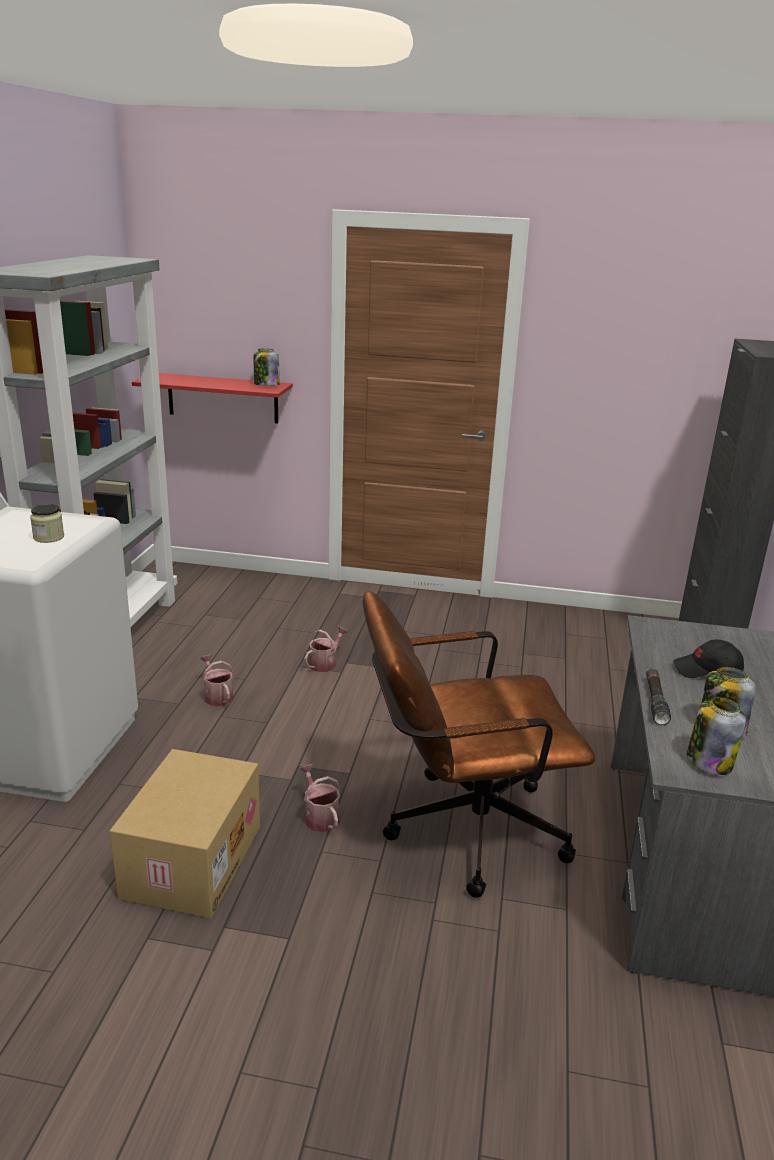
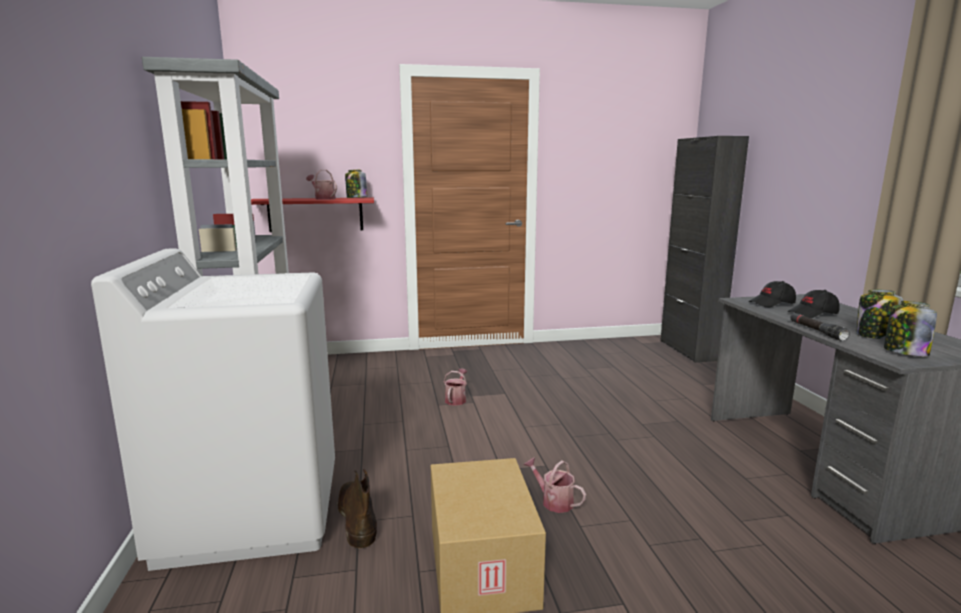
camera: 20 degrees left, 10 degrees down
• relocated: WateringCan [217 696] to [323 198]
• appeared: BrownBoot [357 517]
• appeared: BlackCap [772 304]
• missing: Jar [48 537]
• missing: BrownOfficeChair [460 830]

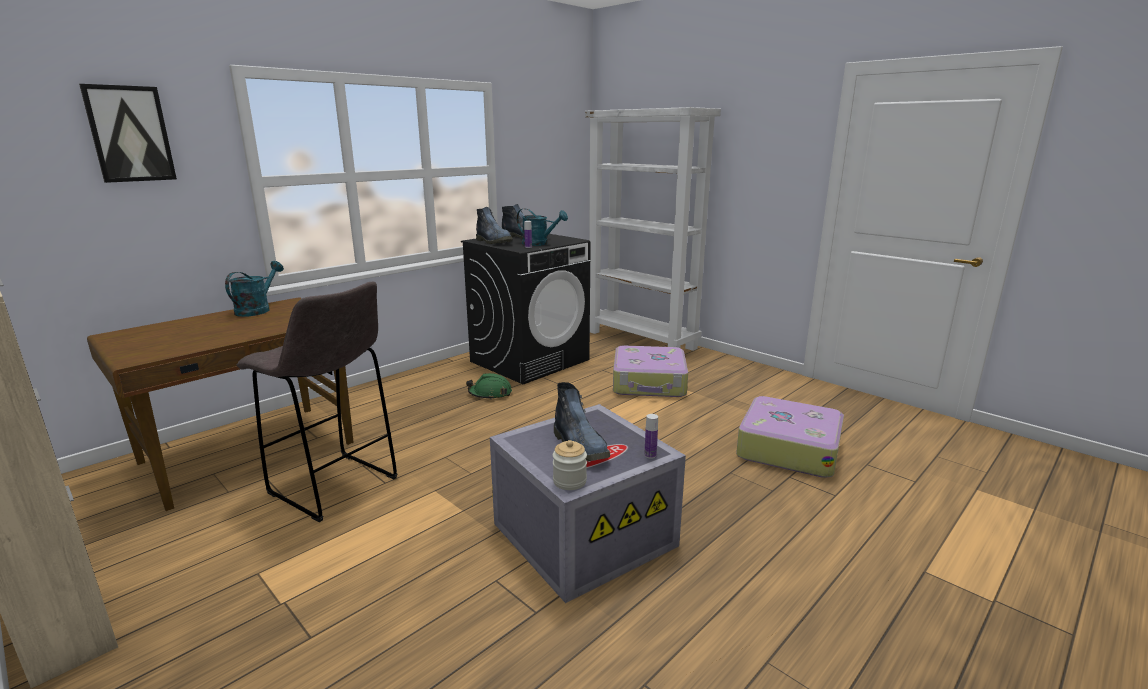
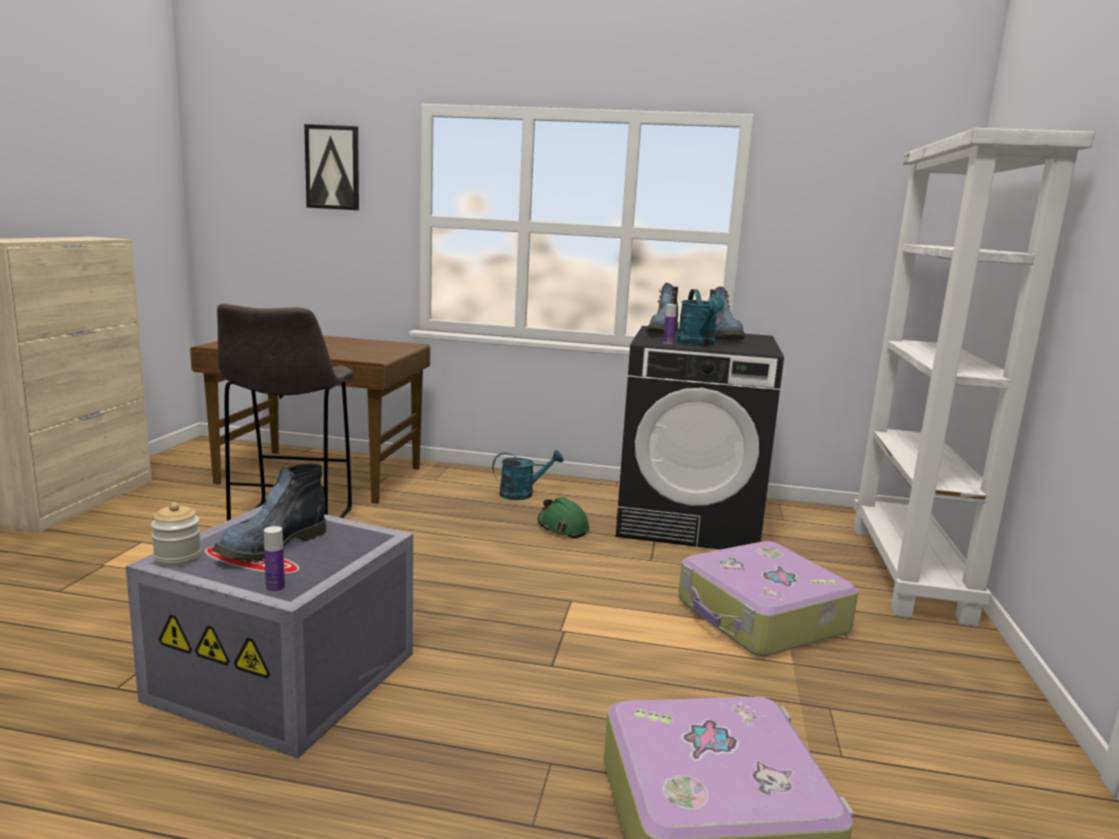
camera: 55 degrees right, 5 degrees down
• relocated: TurquoiseWateringCan [257 309] to [523 494]

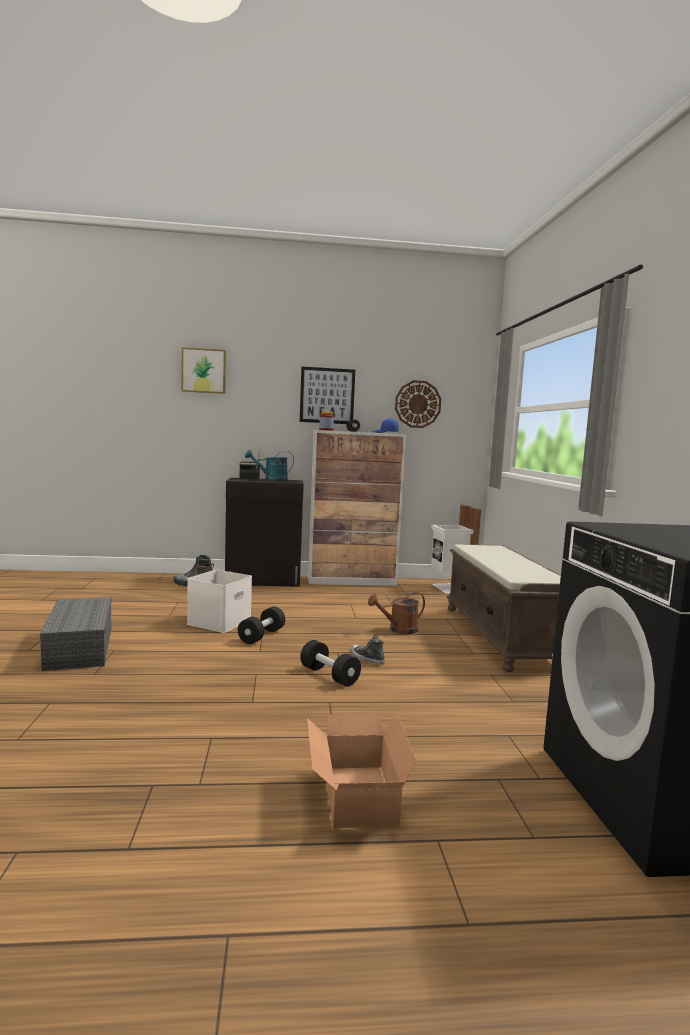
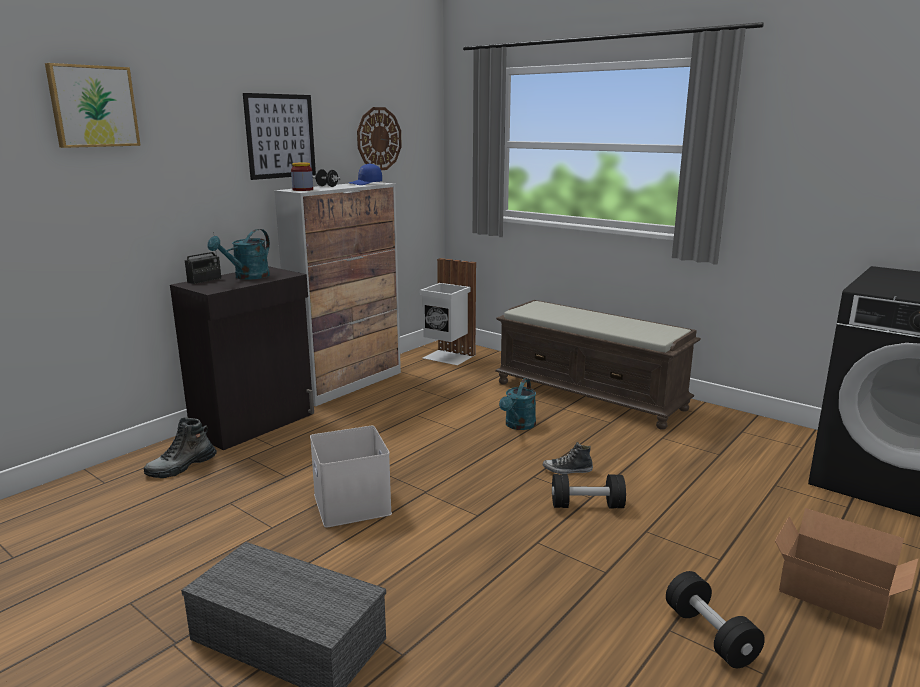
camera: 45 degrees left, 10 degrees up
• colour: BrownWateringCan [398 630] to TurquoiseWateringCan [518 426]
• relocated: BlackDumbbell [262 636] to [710 635]

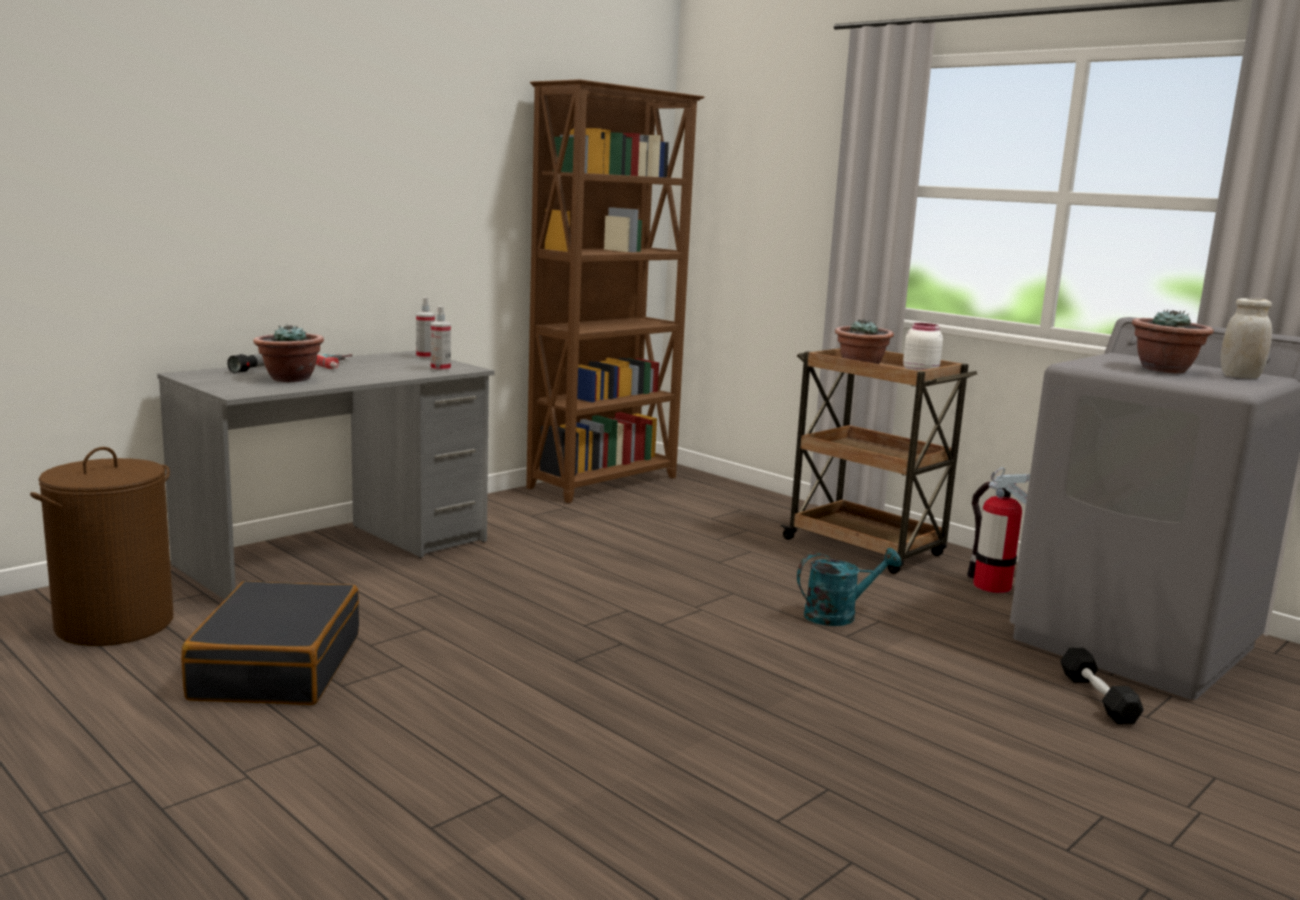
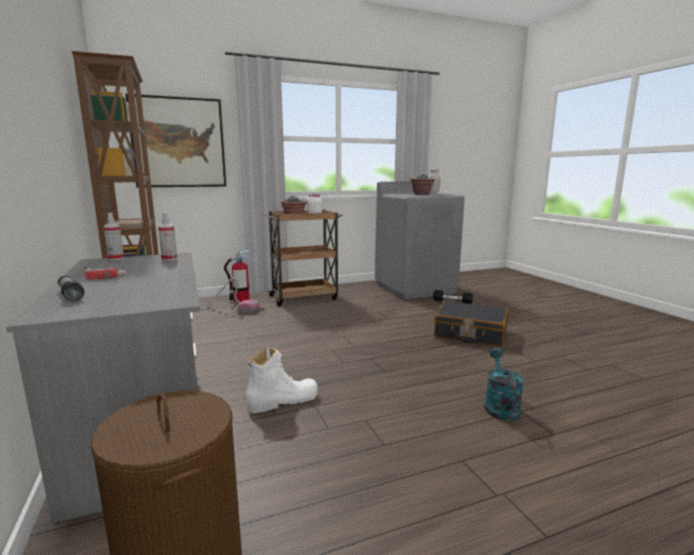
camera: 65 degrees left, 0 degrees up
• appeared: Picture [178 143]
• appeared: VacuumCleaner [230 309]
• relocated: FireExtinguisher [991 585] to [241 300]
• appeared: WhiteBoot [283 401]
• relocated: BlackSuitcase [276 666] to [470 333]
• relocated: TurquoiseWateringCan [838 615] to [500 406]
• missing: PottedPlant [290 379]

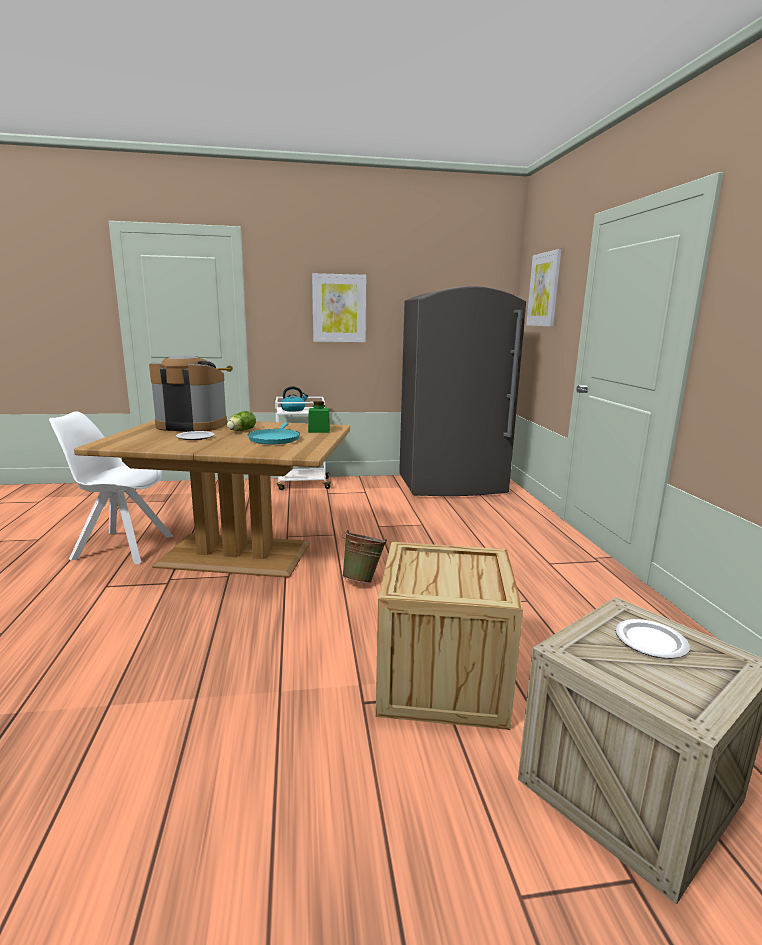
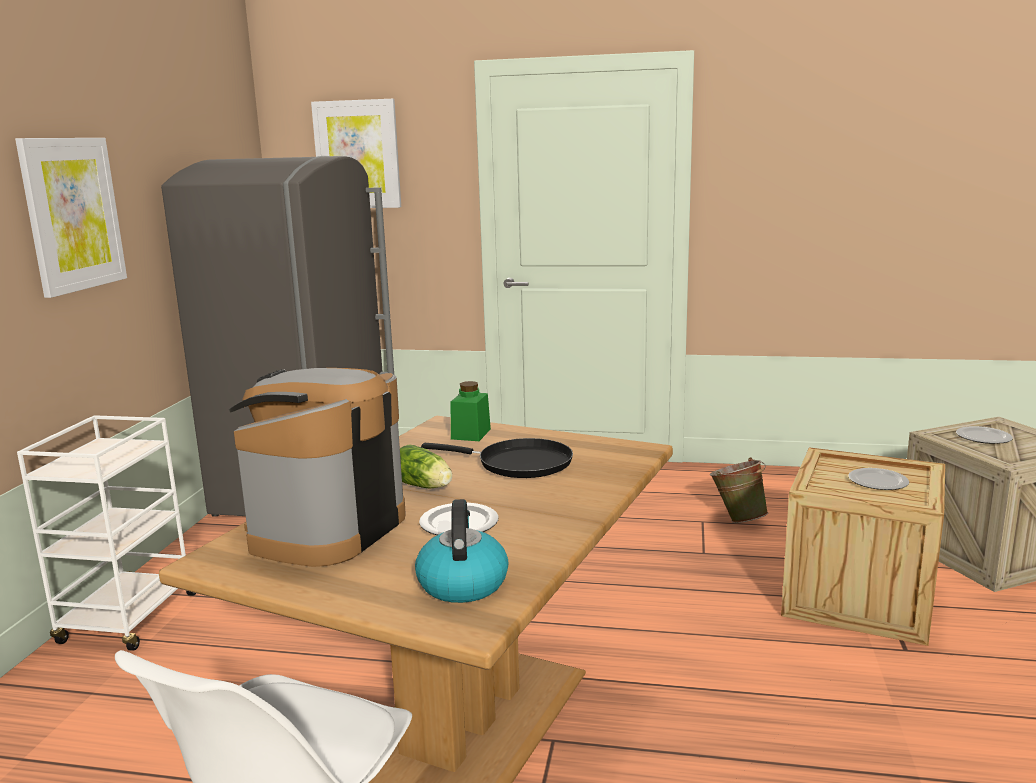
camera: 70 degrees left, 0 degrees up
• relocated: Kettle [293 409] to [462 583]
• colour: TurquoiseFryingPan [275 439] to BlackFryingPan [518 463]
• relocated: GreenBucket [363 579] to [737 519]
• appeared: Plate [877 481]

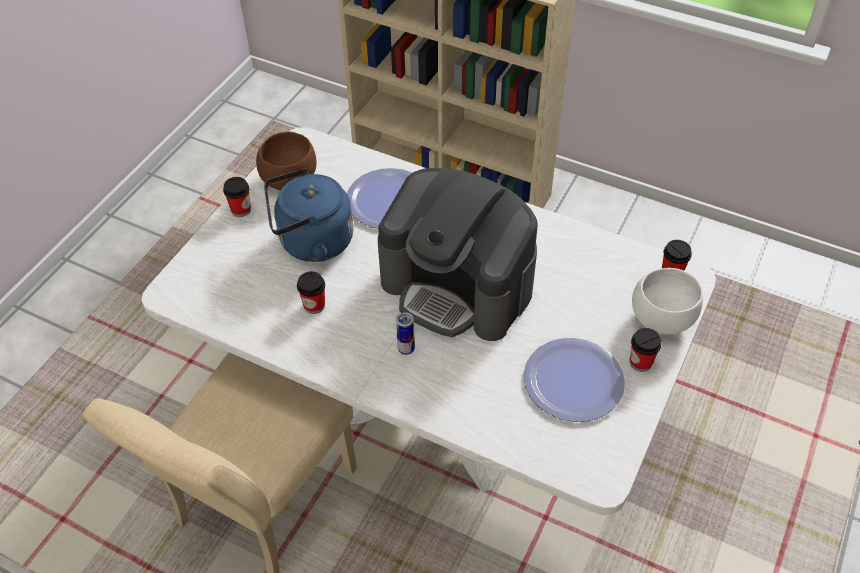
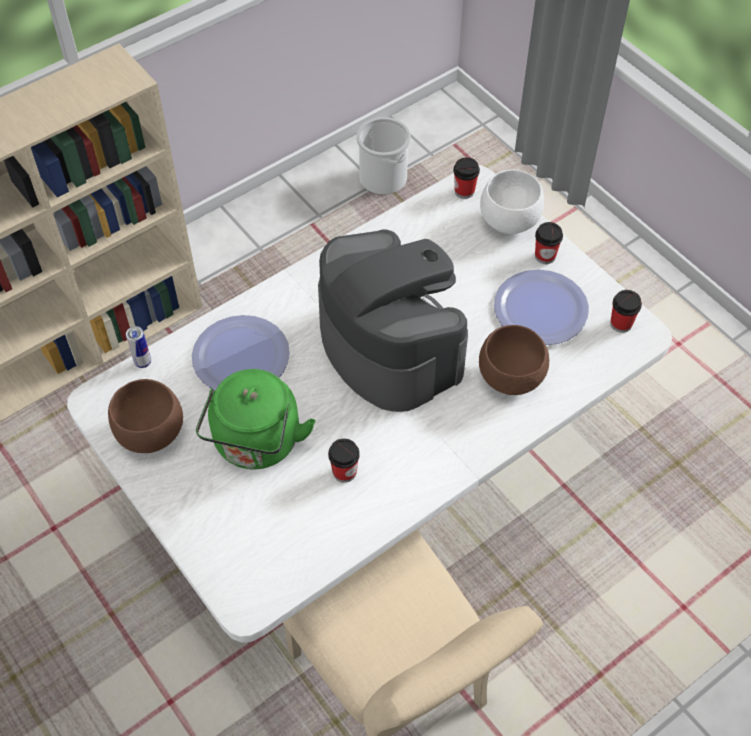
camera: 65 degrees left, 5 degrees up
• relocated: Can [406 349] to [143 362]
• colour: BlueKettle [311 242] to GreenKettle [256 445]
• spun: CoffeeMachine [458 286] = [389 345] 90 degrees counterclockwise
• appeared: Bucket [382 178]
• appeared: BrownBowl [512 378]
• relocated: Cup [241 210] to [621 324]

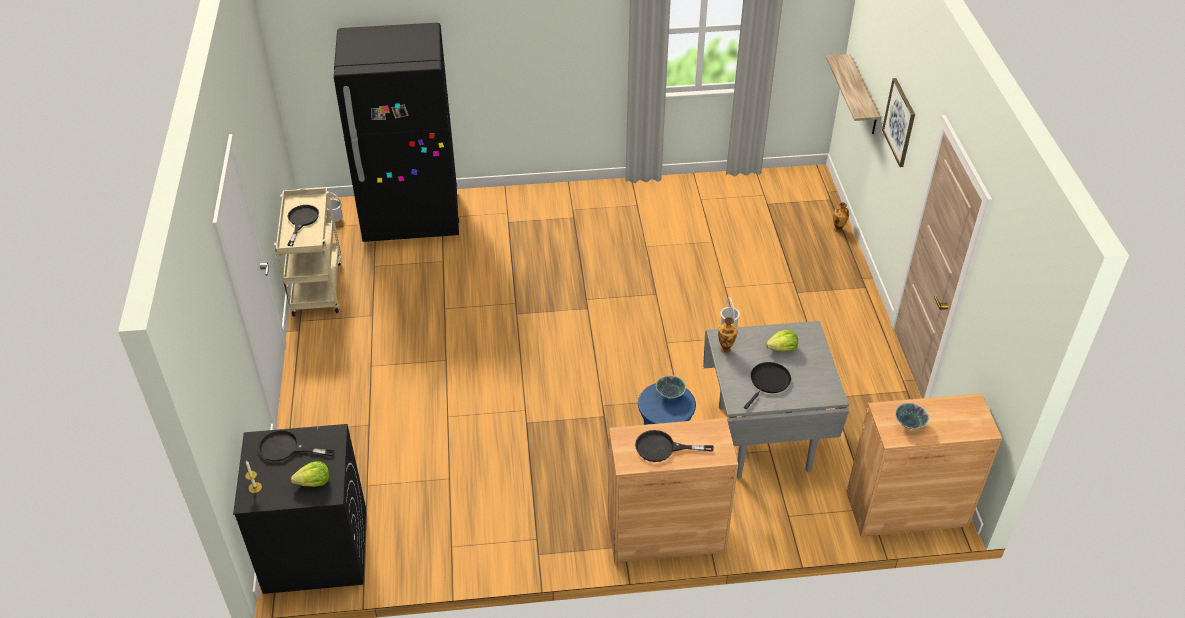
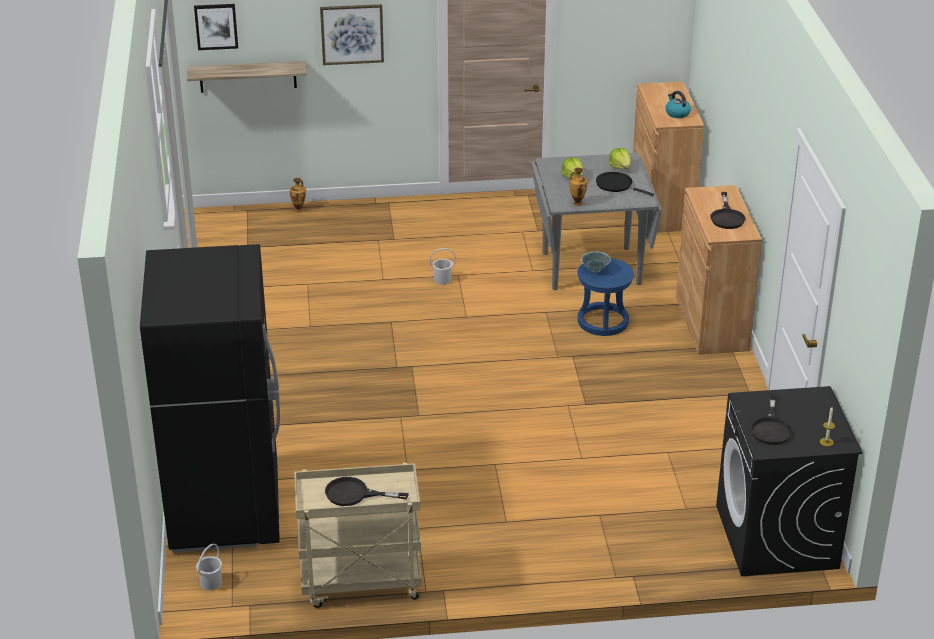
camera: 90 degrees left, 10 degrees down
• appeared: Picture [216 26]
• relocated: Lettuce [314 482] to [620 167]
• exchanged: Bowl [909 424] to Kettle [677 113]

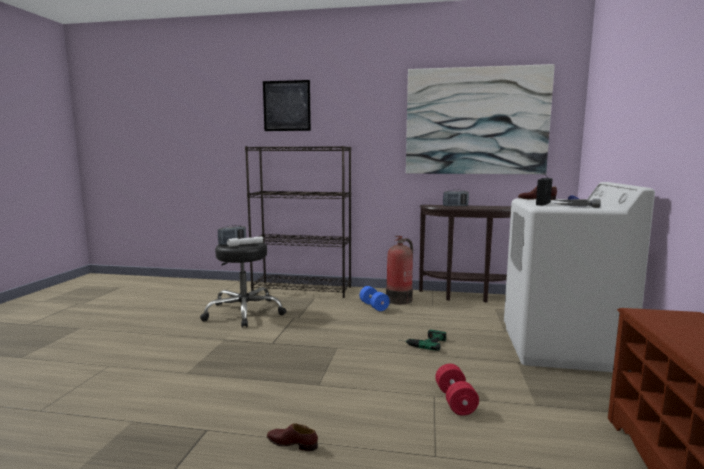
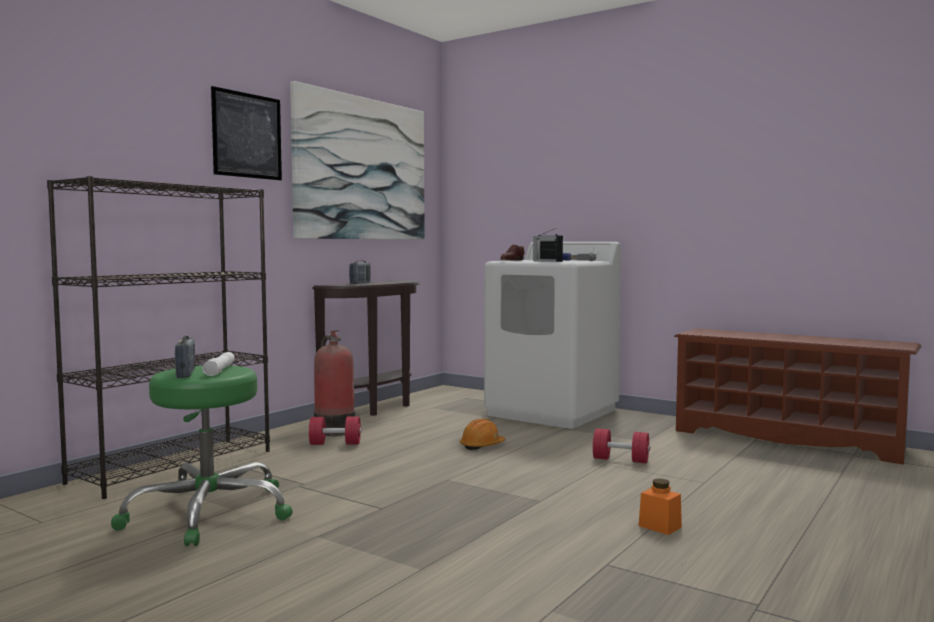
camera: 65 degrees left, 5 degrees down
• colour: BlackStool [244 312] to GreenStool [209 513]
• relocated: Picture [286 106] to [247 135]
• colour: BlueDumbbell [374 306] to RedDumbbell [335 444]
• exchanged: PowerDrill [422 342] to OrangeHardHat [482 446]
• exchanged: BrownShoe [292 443] to OrangeJar [660 526]

